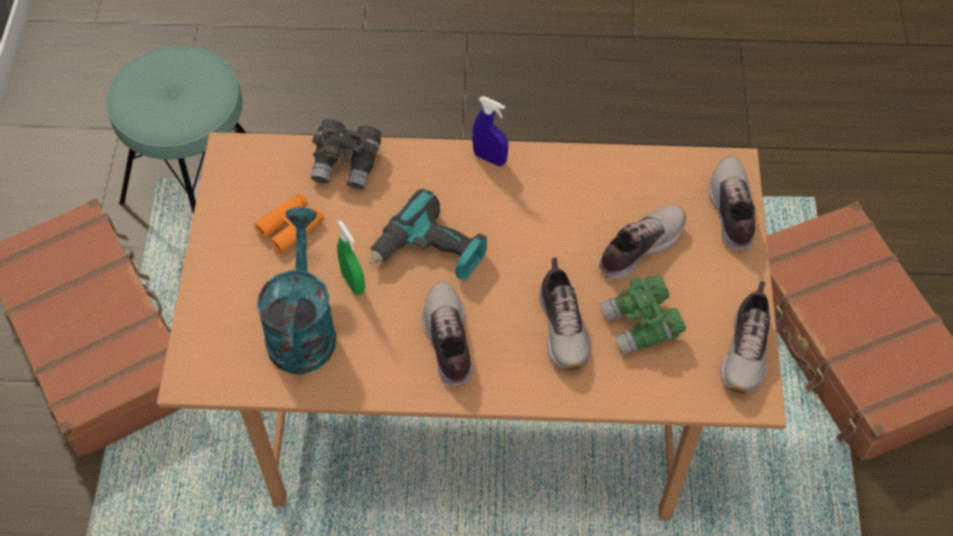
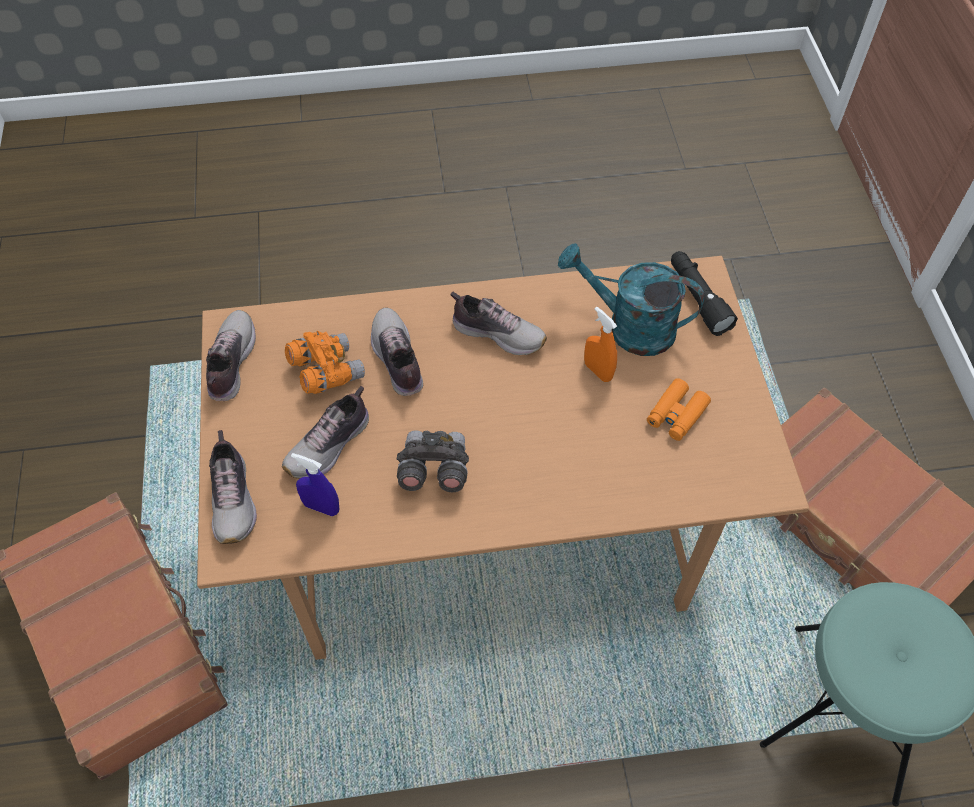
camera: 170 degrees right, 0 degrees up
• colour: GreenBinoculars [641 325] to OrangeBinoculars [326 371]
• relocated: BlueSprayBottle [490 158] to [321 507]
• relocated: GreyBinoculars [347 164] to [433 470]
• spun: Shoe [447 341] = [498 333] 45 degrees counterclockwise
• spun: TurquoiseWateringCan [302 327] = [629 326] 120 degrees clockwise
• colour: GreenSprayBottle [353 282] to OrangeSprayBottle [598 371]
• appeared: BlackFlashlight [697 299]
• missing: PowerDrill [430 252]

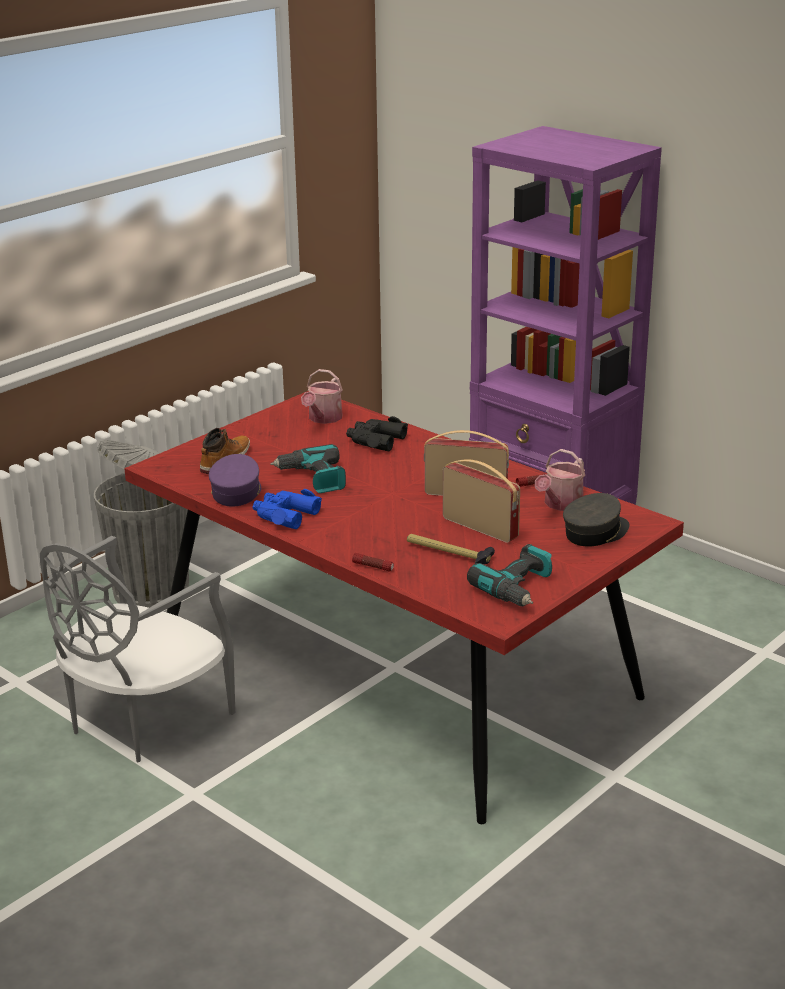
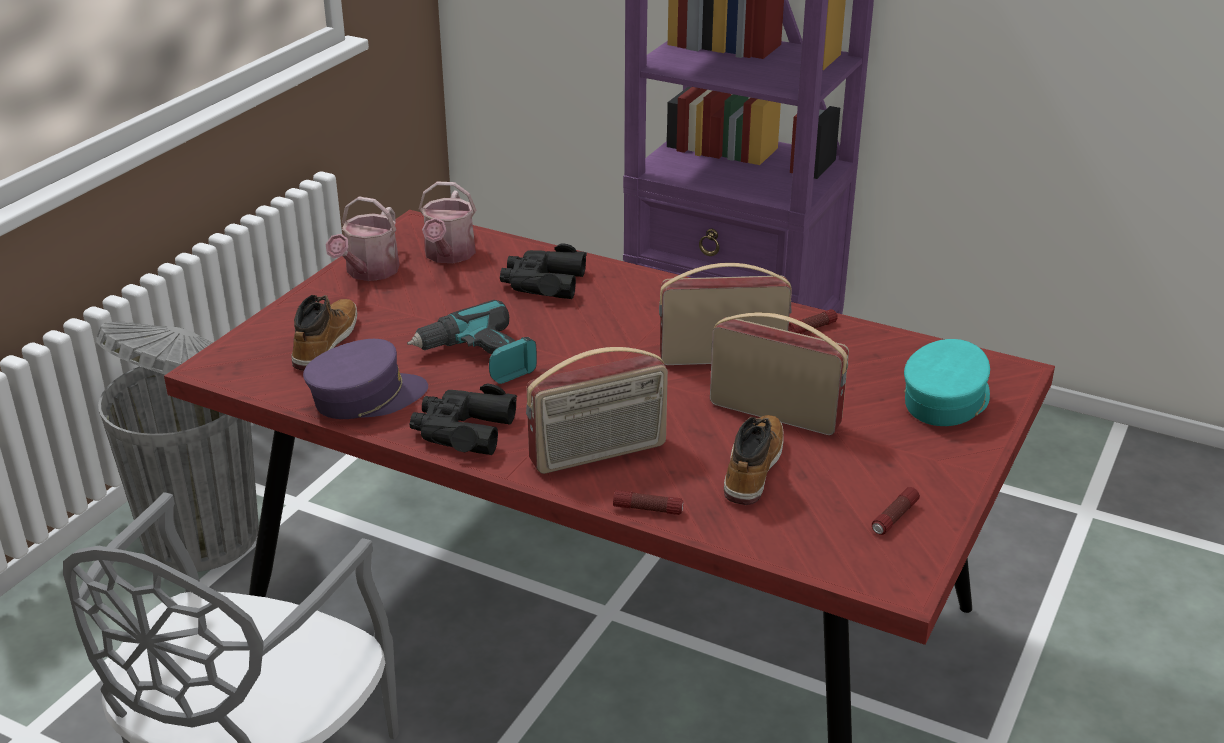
camera: 15 degrees left, 5 degrees up
• spun: PurpleCap [236 492] = [366 398] 75 degrees clockwise
• relocated: WateringCan [560 504] to [369 272]
• colour: BlueBinoculars [284 515] to BlackBinoculars [462 431]
• appeared: Radio [599 454]
• exchanged: Hammer [448 554] to Boot [752 468]
• exchanged: PowerDrill [519 588] to Flashlight [894 518]
• colour: GreyCap [595 532] to TurquoiseCap [946 400]

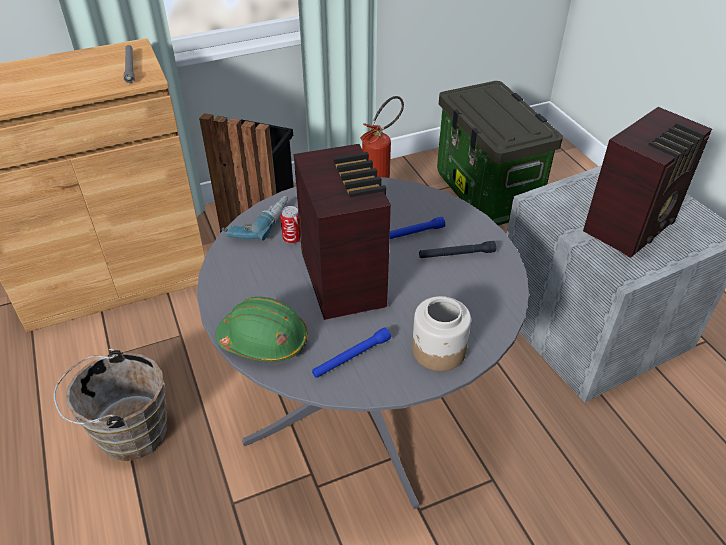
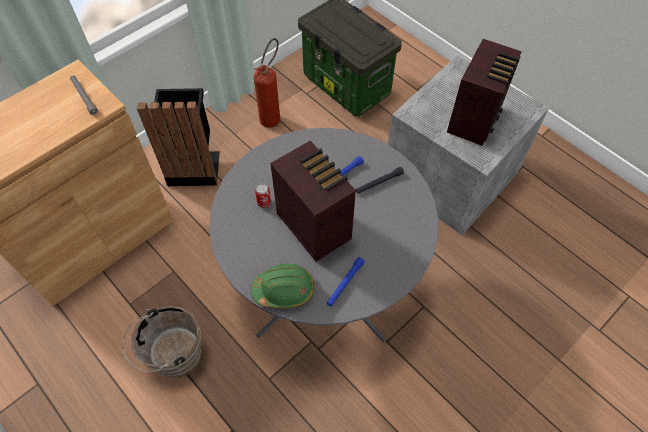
camera: 20 degrees left, 15 degrees up
• missing: PowerDrill [258 222]
• missing: Jar [438 351]

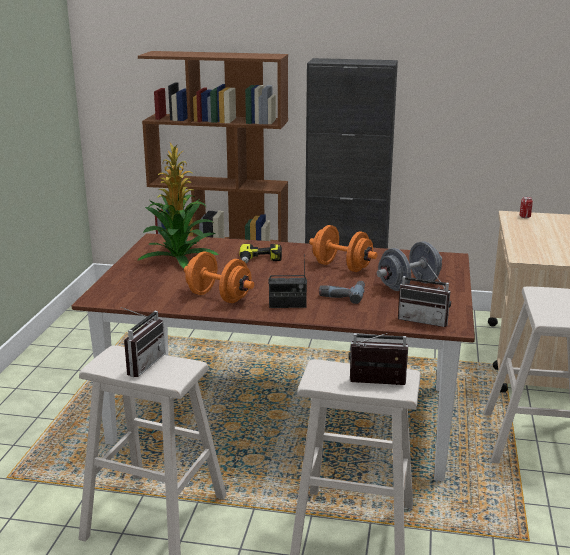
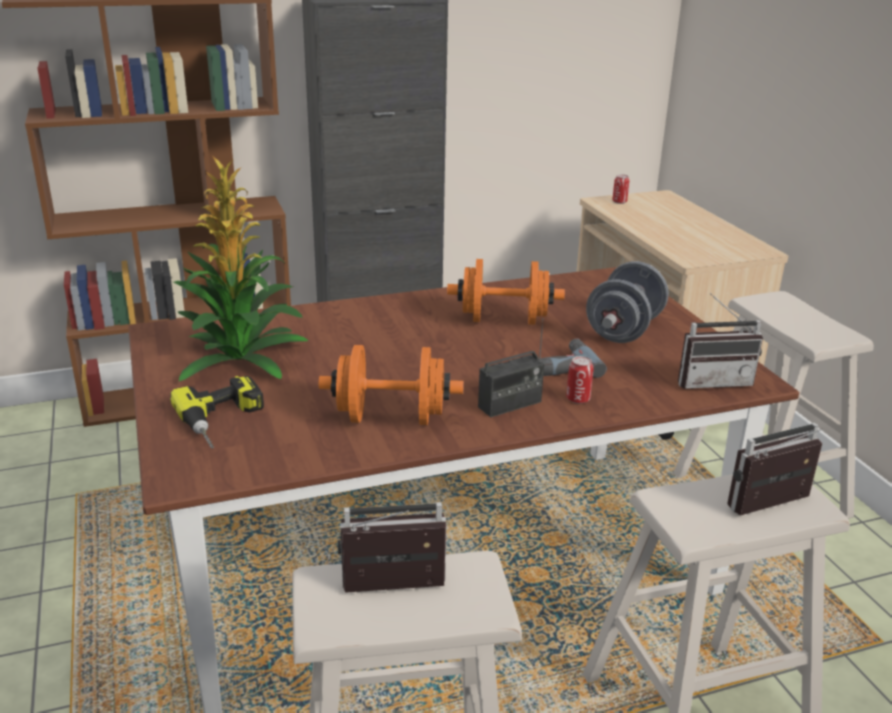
camera: 30 degrees left, 5 degrees up
• relocated: PowerDrill [260 262] to [225 421]
• spun: Radio [141 364] = [393 592] 90 degrees counterclockwise
• appeared: Can [578 399]

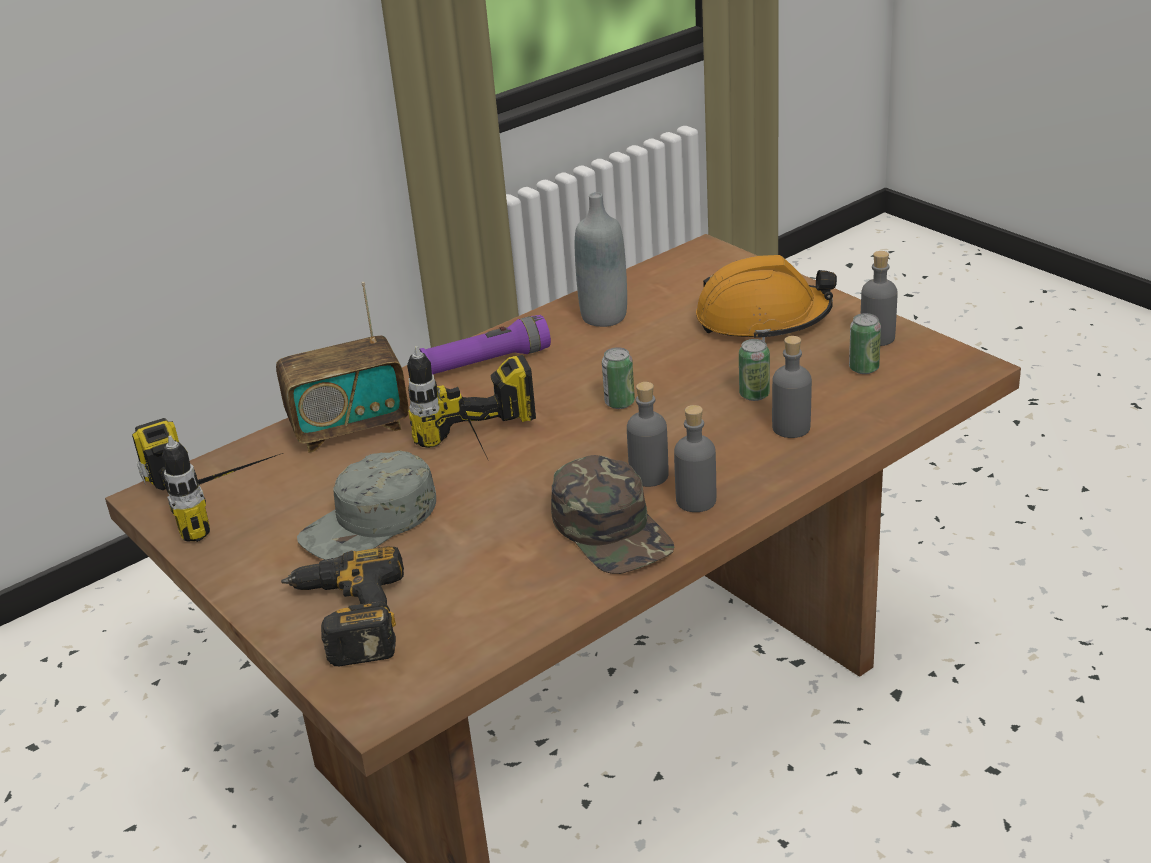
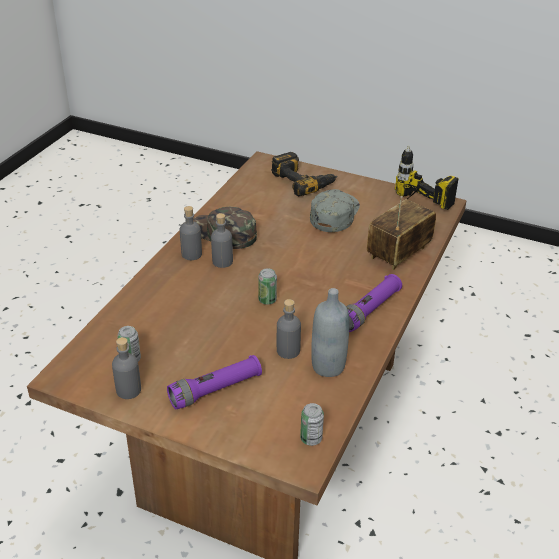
camera: 150 degrees right, 5 degrees up
• exchanged: OrangeHardHat [763 319] to PurpleFlashlight [215 390]
• relocated: GreyBottle [791 428] to [288 351]
• relocated: Can [754 395] to [311 438]
• missing: PowerDrill [484 454]

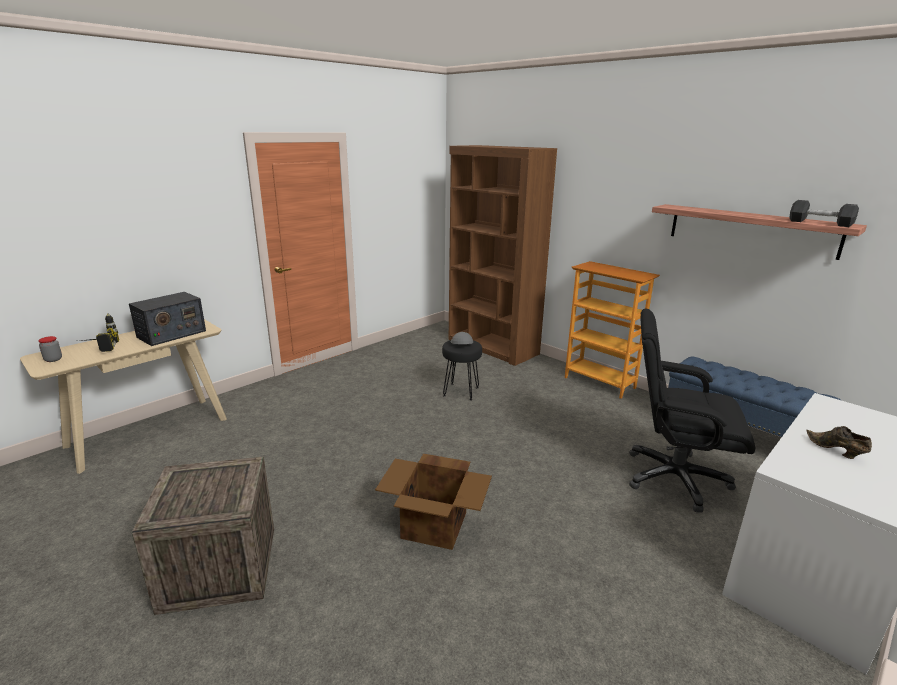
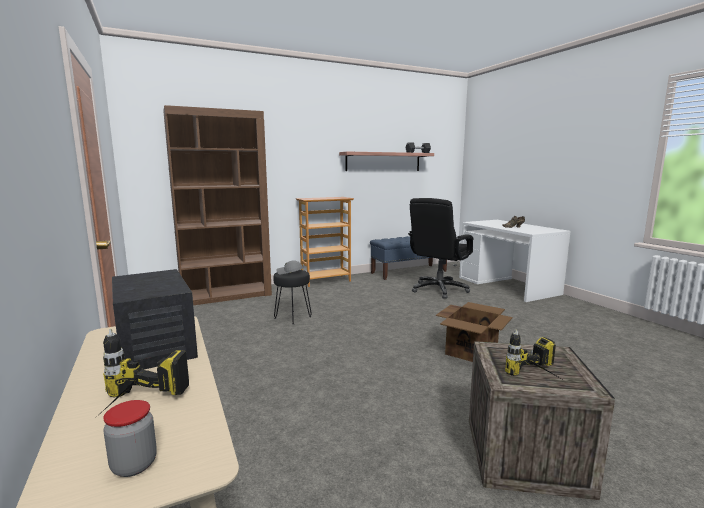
camera: 70 degrees left, 10 degrees down
• appeared: PowerDrill [541 379]

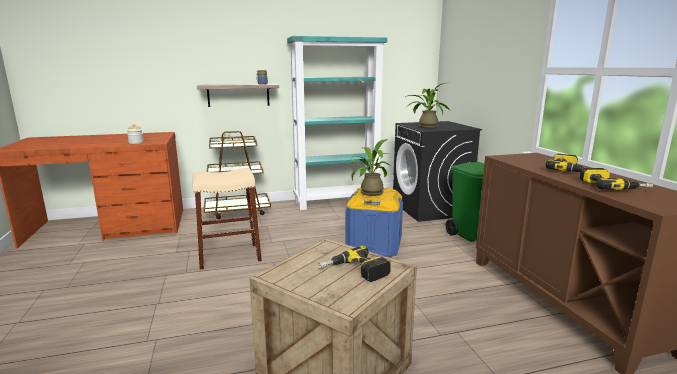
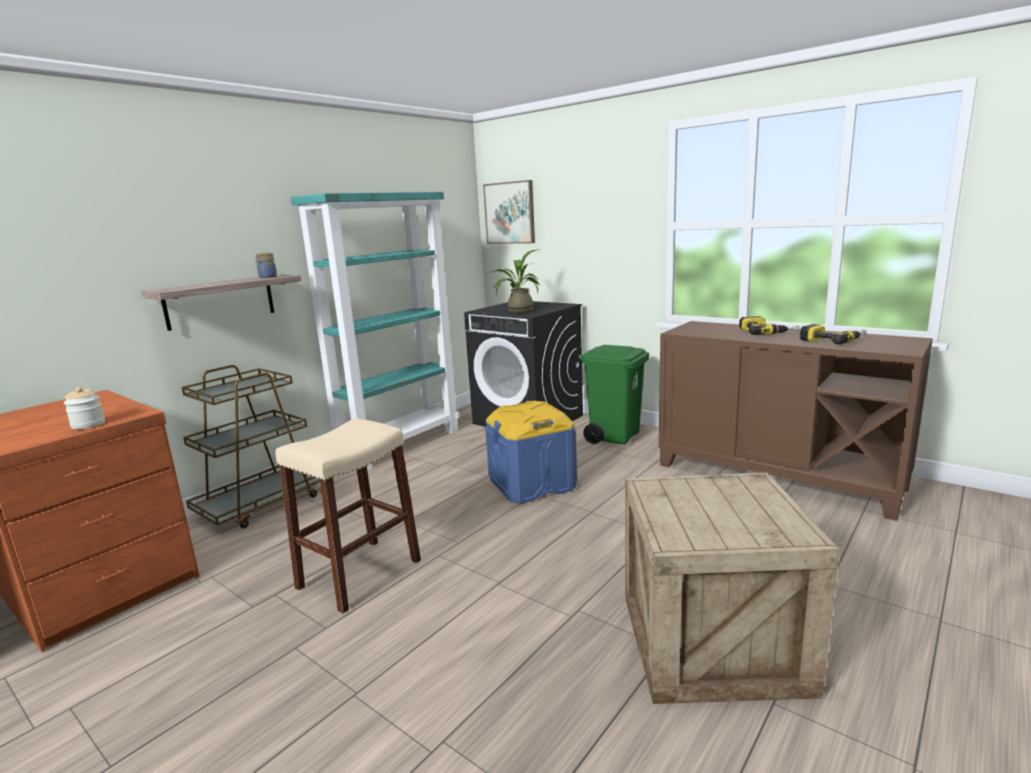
camera: 35 degrees left, 0 degrees up
• appeared: Picture [510 213]
• missing: PowerDrill [354 272]
• missing: PottedPlant [369 193]

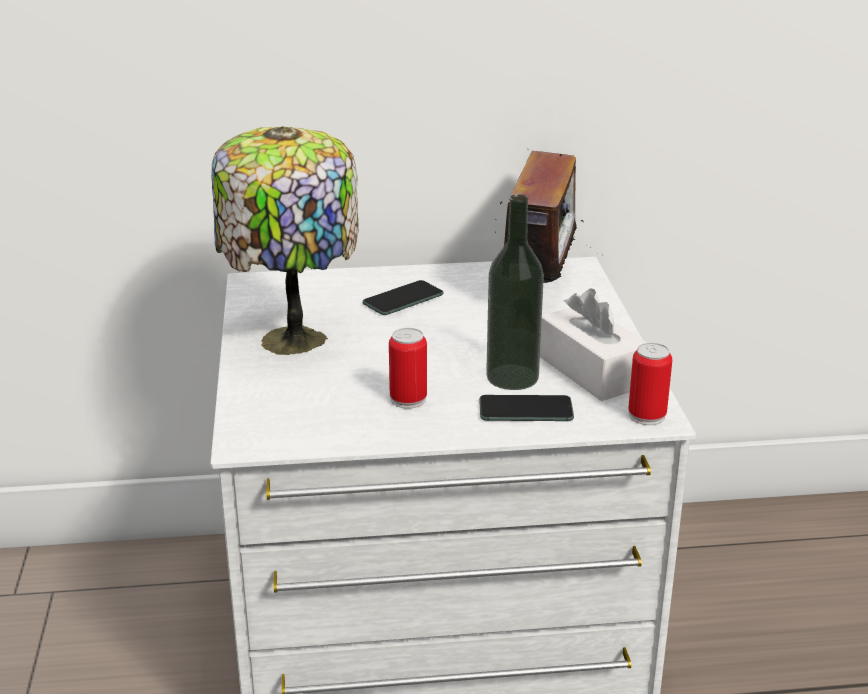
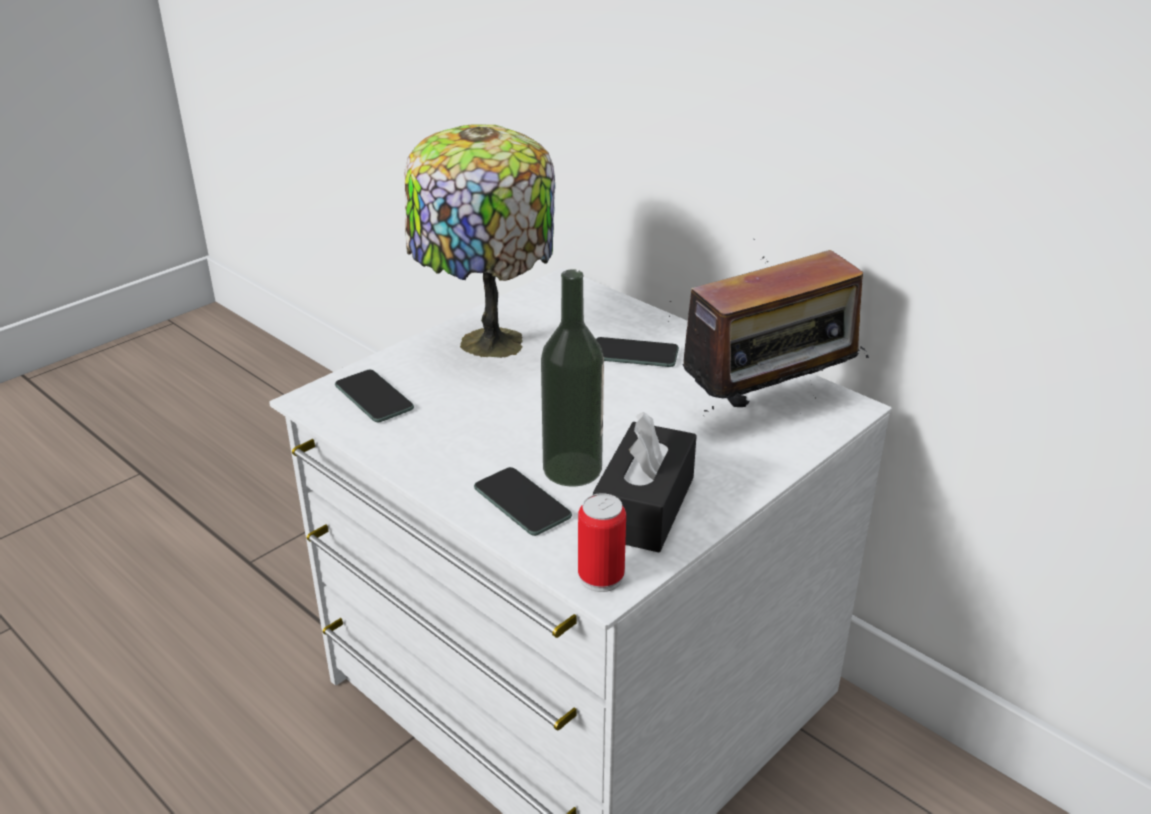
camera: 50 degrees right, 5 degrees up
• appeared: Phone [374 397]
• colour: WhiteTissueBox [591 371] to BlackTissueBox [644 507]
• missing: Can [408 399]

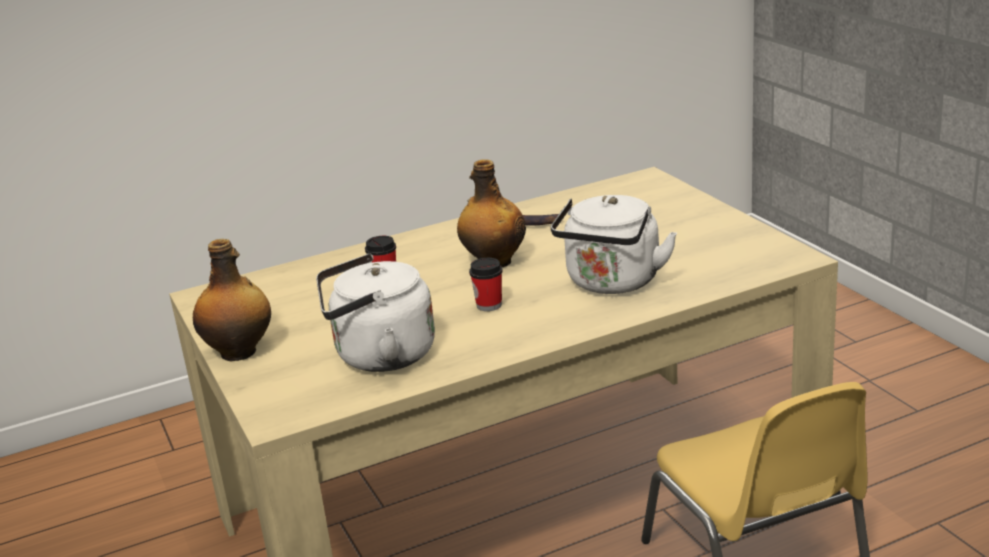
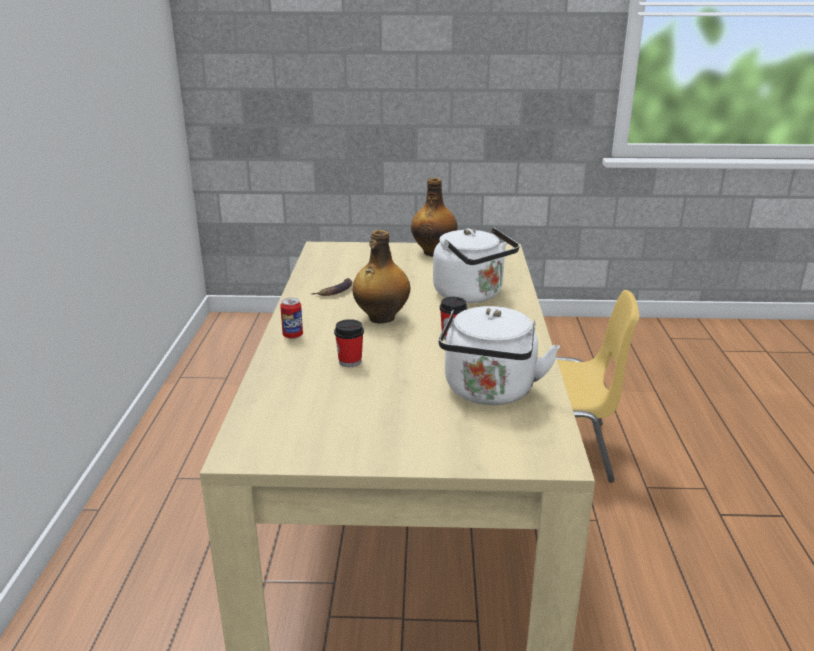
camera: 65 degrees left, 0 degrees up
• appeared: Can [293 335]
• relocated: Bottle [240 352] to [434 252]

